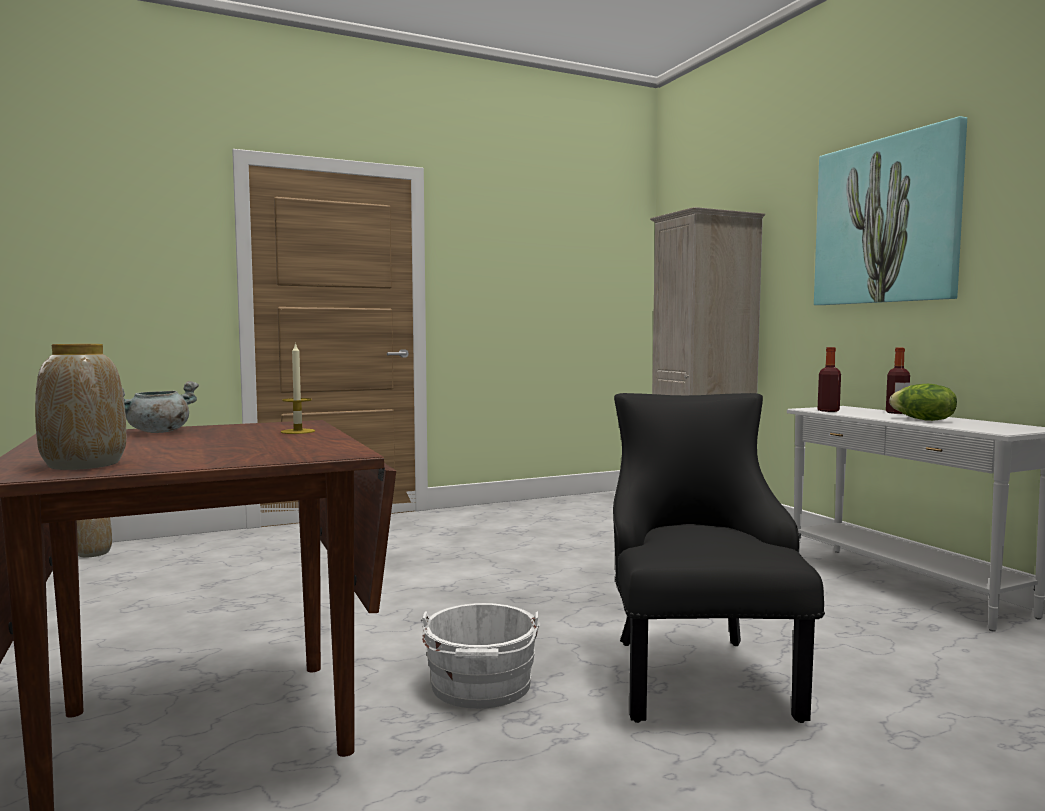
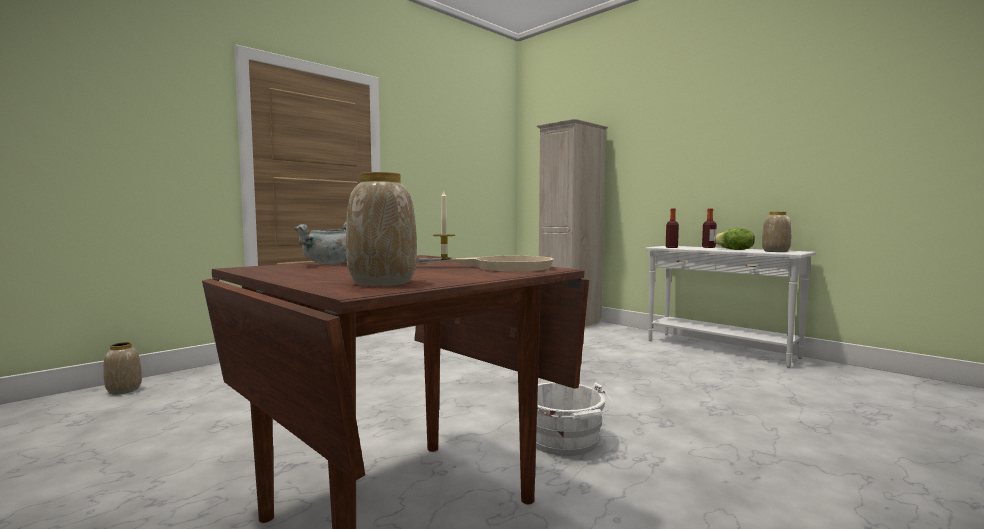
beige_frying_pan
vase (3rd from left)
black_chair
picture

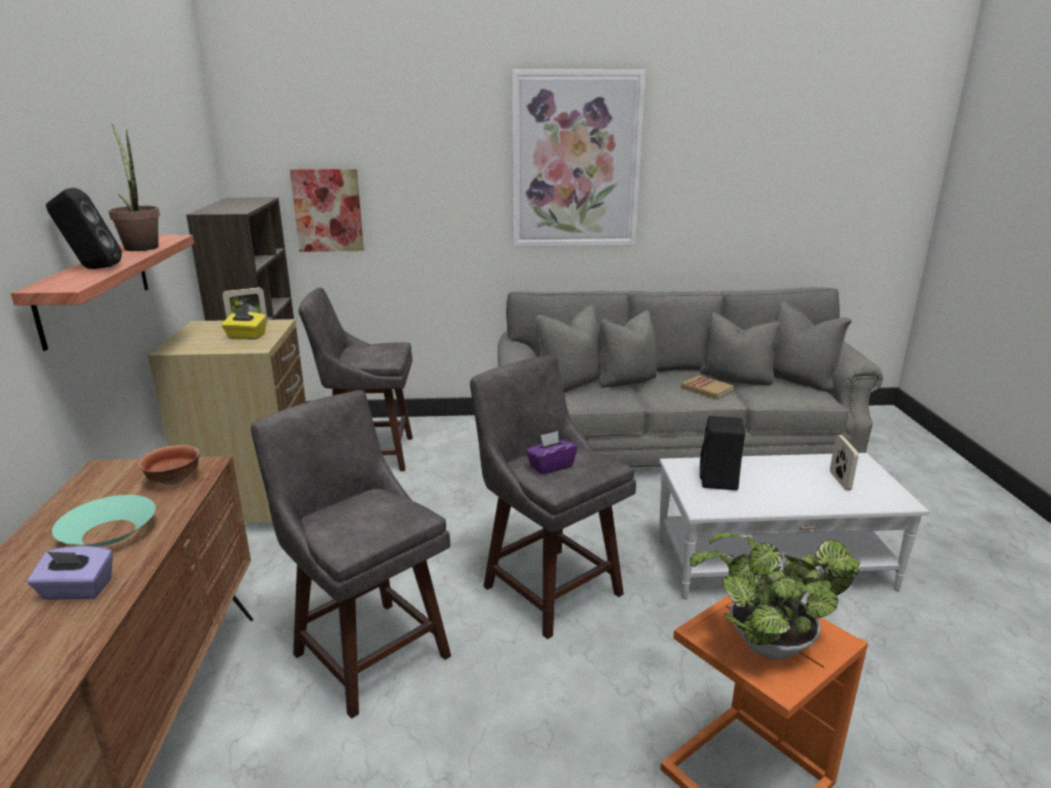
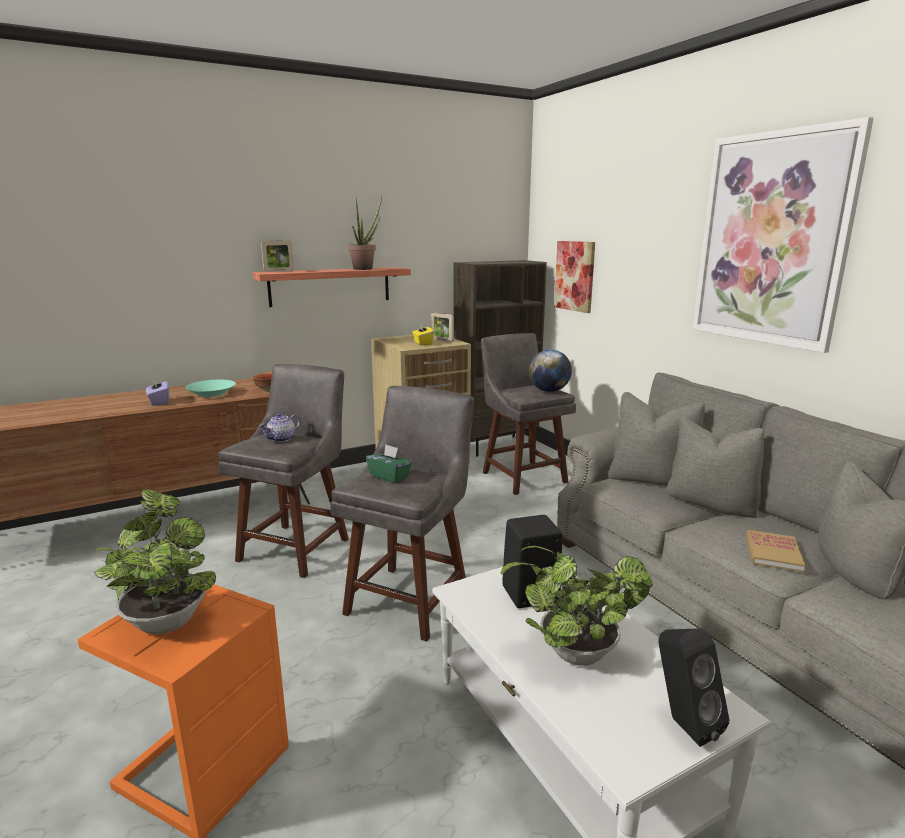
teapot
picture_frame (1st from left)
green_tissue_box
potted_plant (3rd from left)
globe
black_speaker (2nd from left)

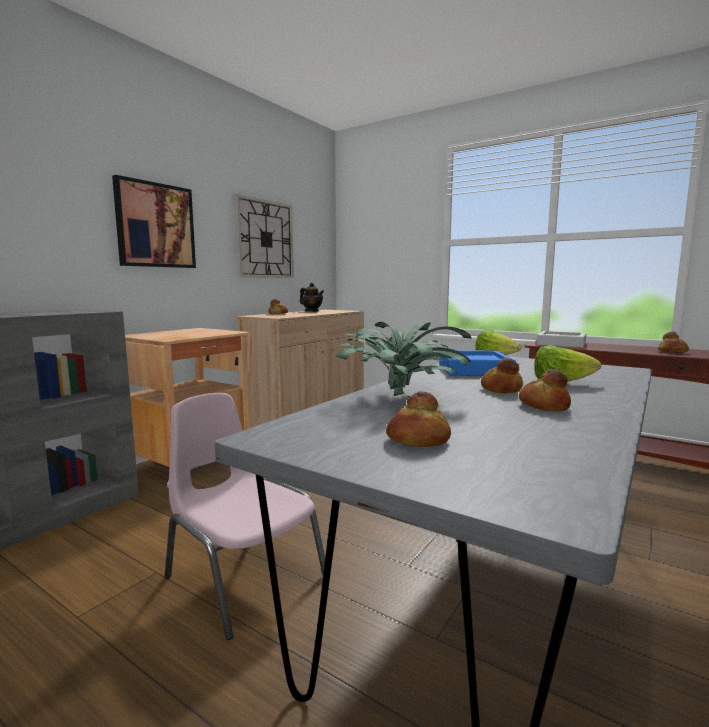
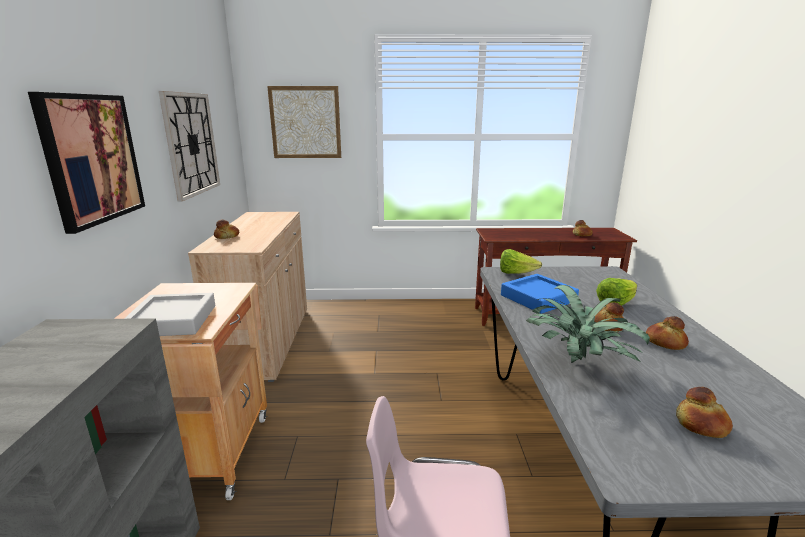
grey_tray
picture (2nd from left)
teapot

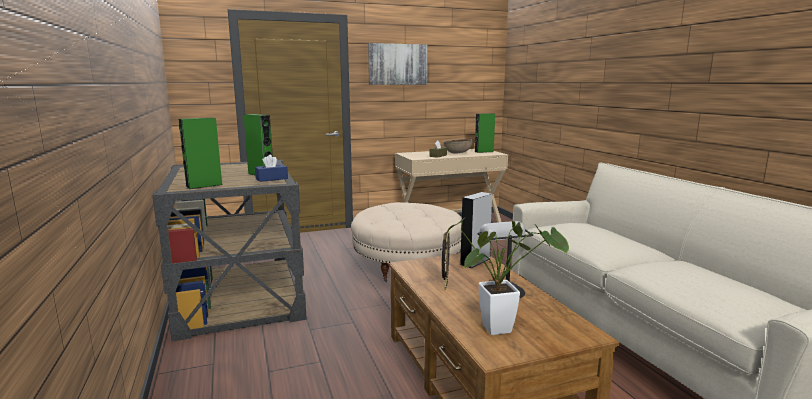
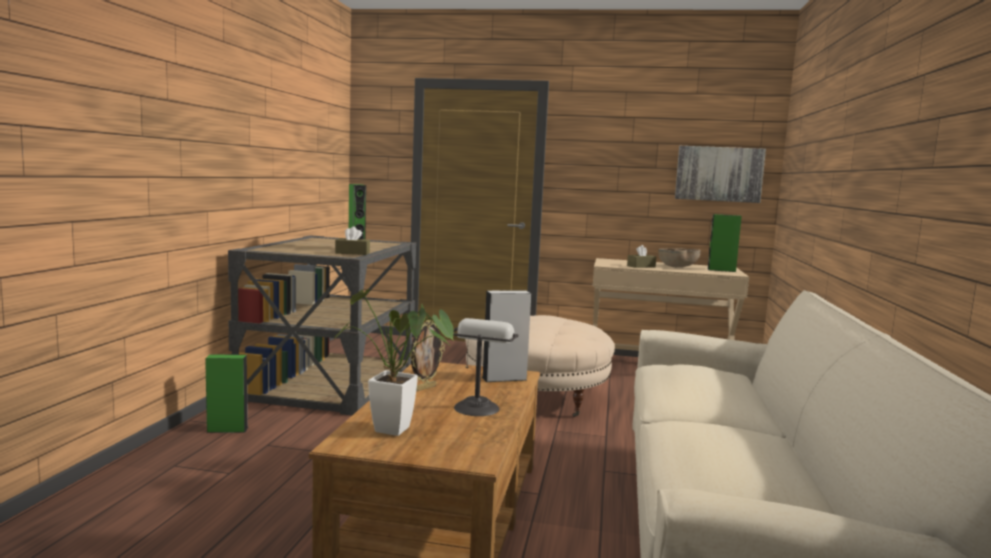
green_speaker (1st from left)
brown_tissue_box (1st from left)
picture

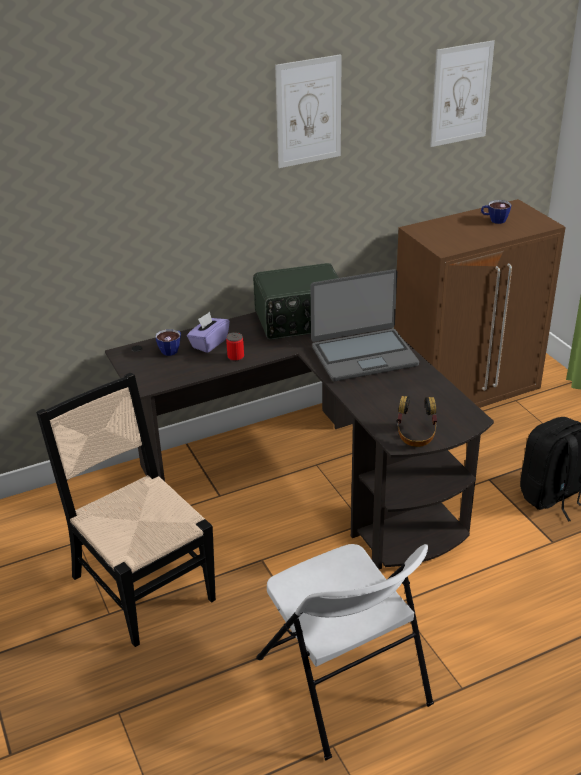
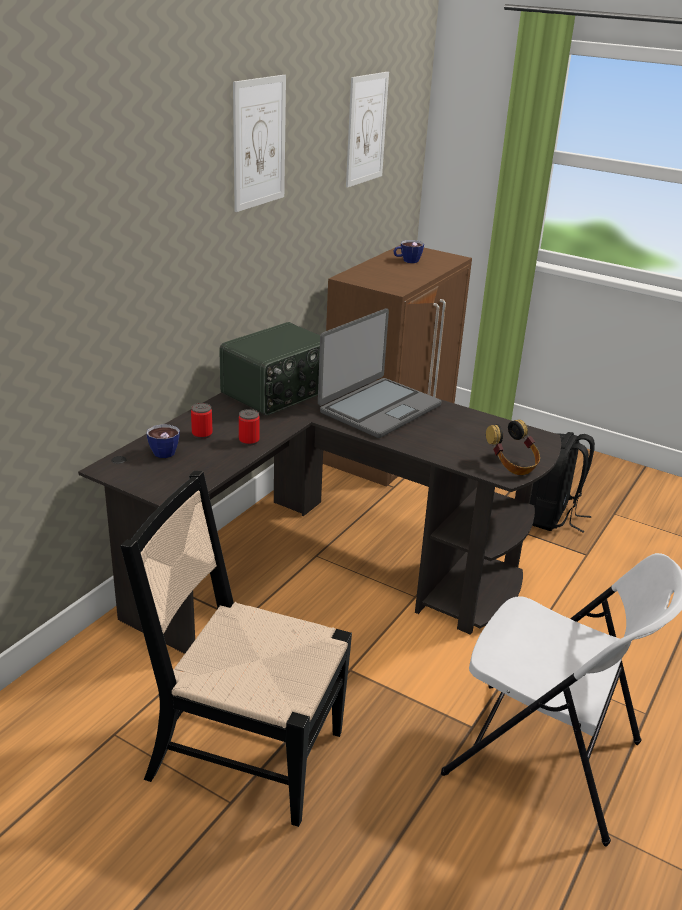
can (1st from left)

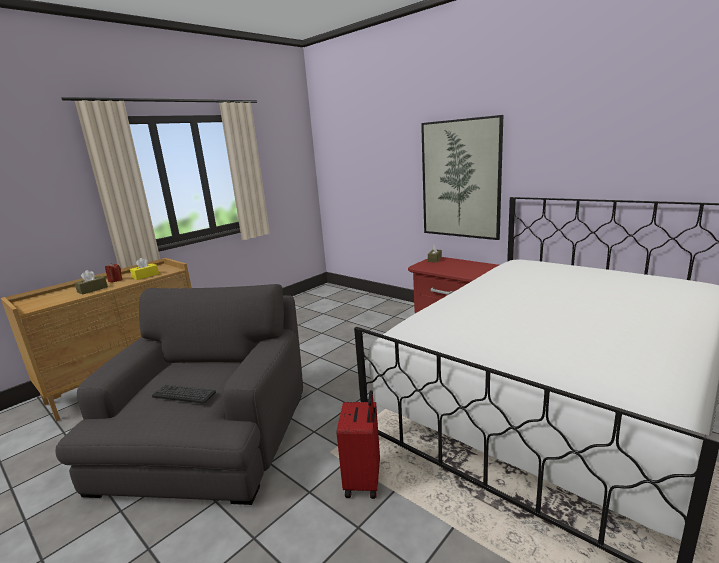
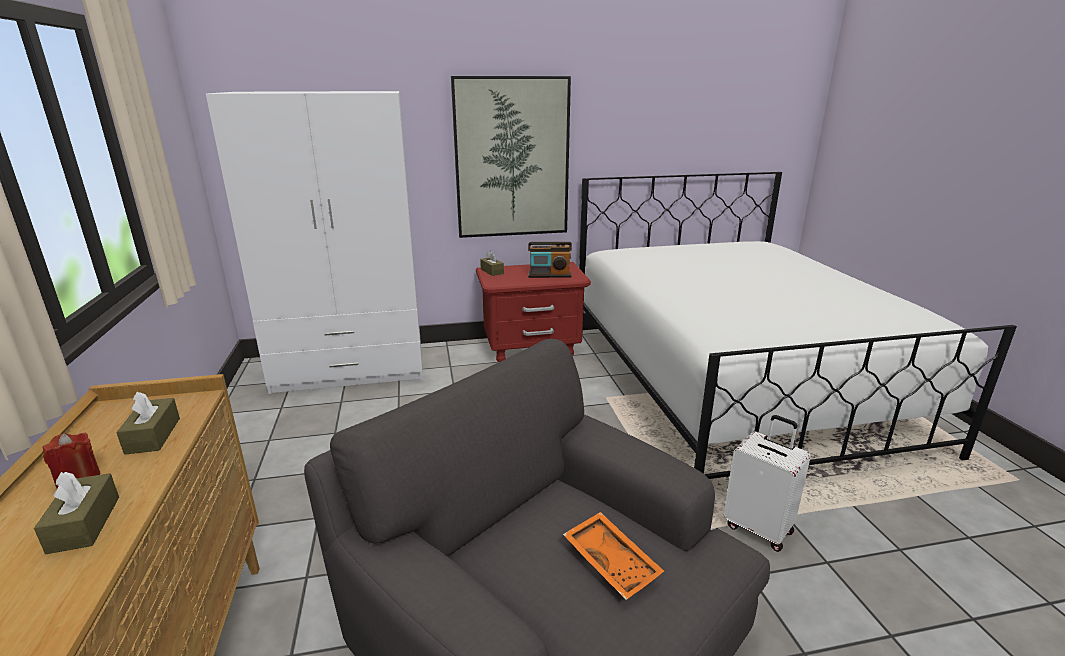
brown_tissue_box (2nd from left)
white_wardrobe
radio
orange_tray
white_suitcase

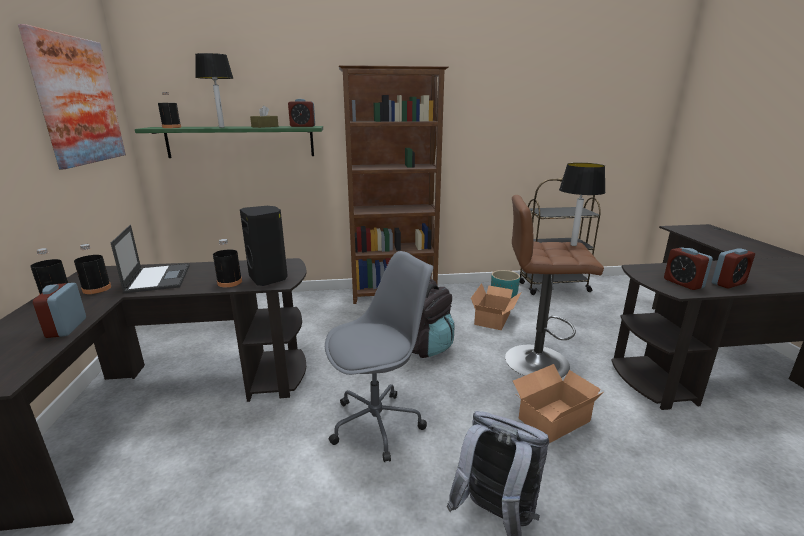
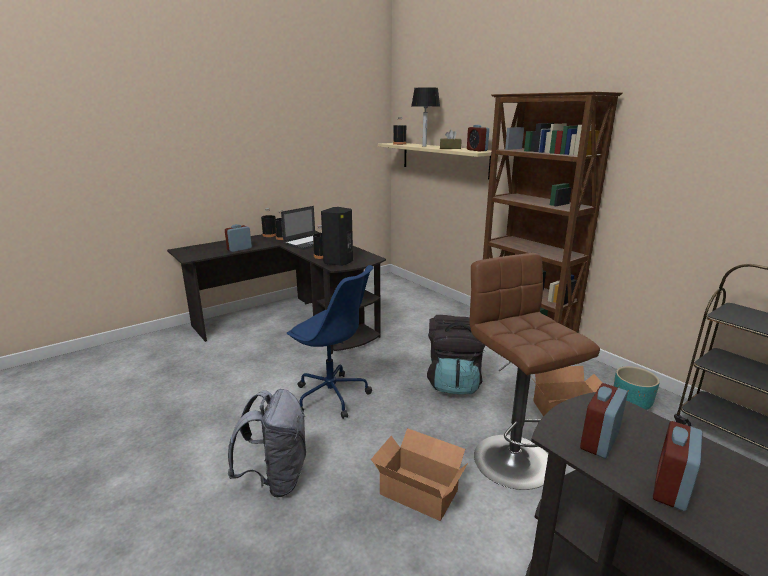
blue_office_chair
beige_shelf
alarm_clock (4th from left)
picture
table_lamp (2nd from left in the first image)

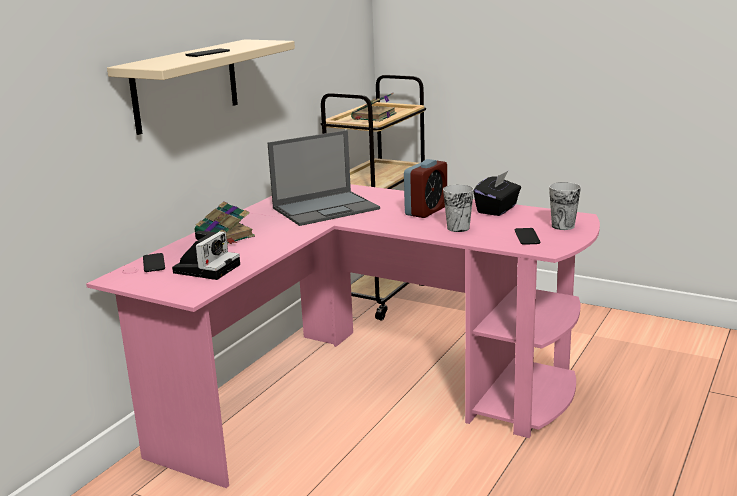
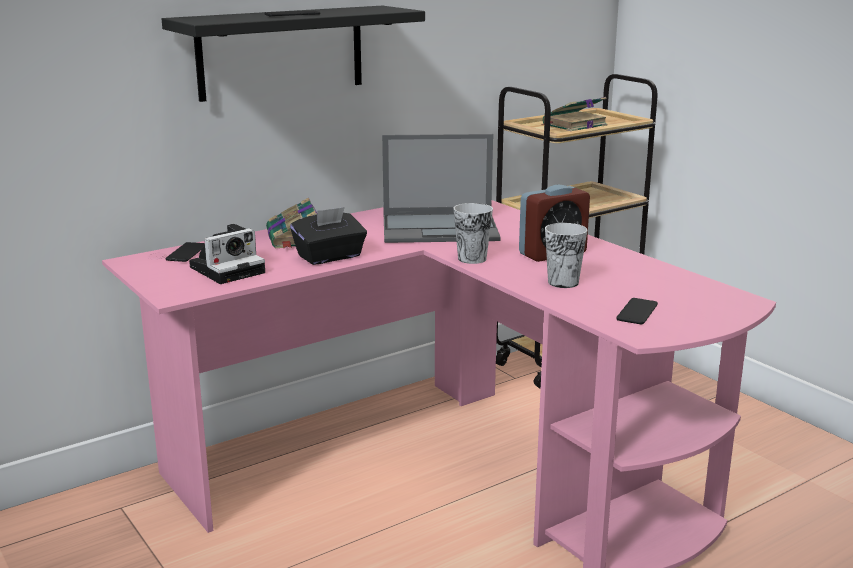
black_shelf
black_tissue_box
cup (1st from left)

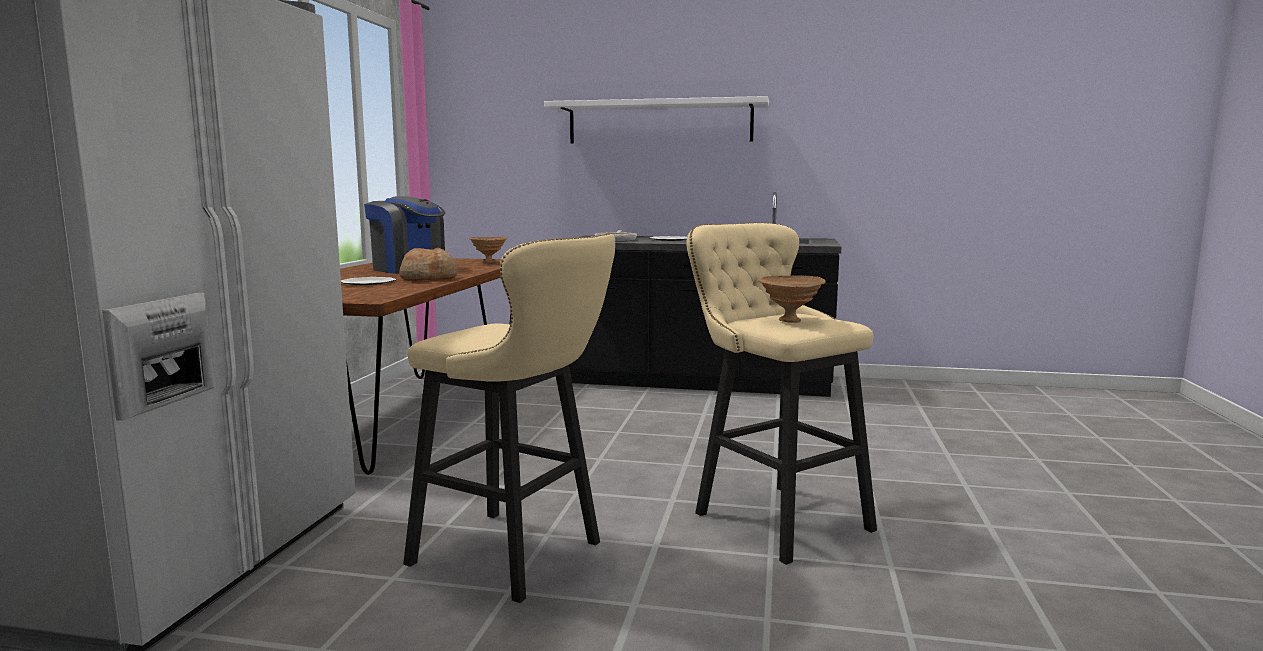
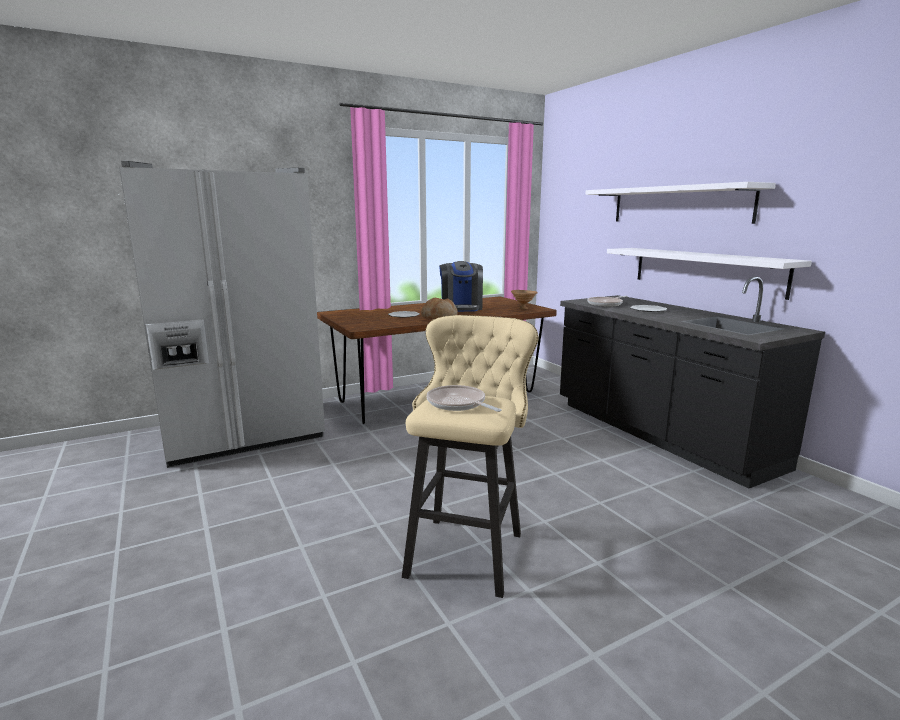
frying_pan (1st from left)
white_shelf (2nd from left)
beige_stool (1st from left in the first image)

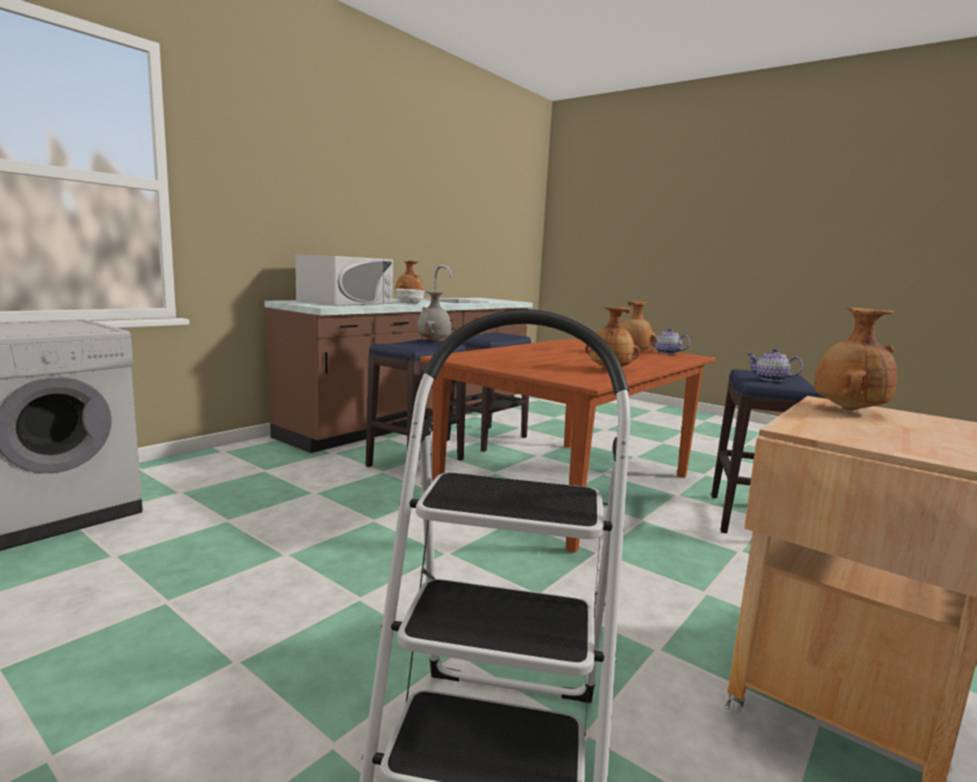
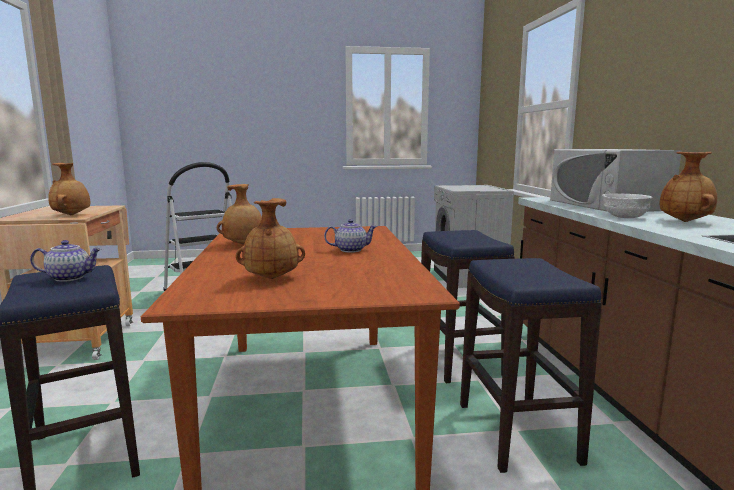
teapot (2nd from left)
grey_vase

